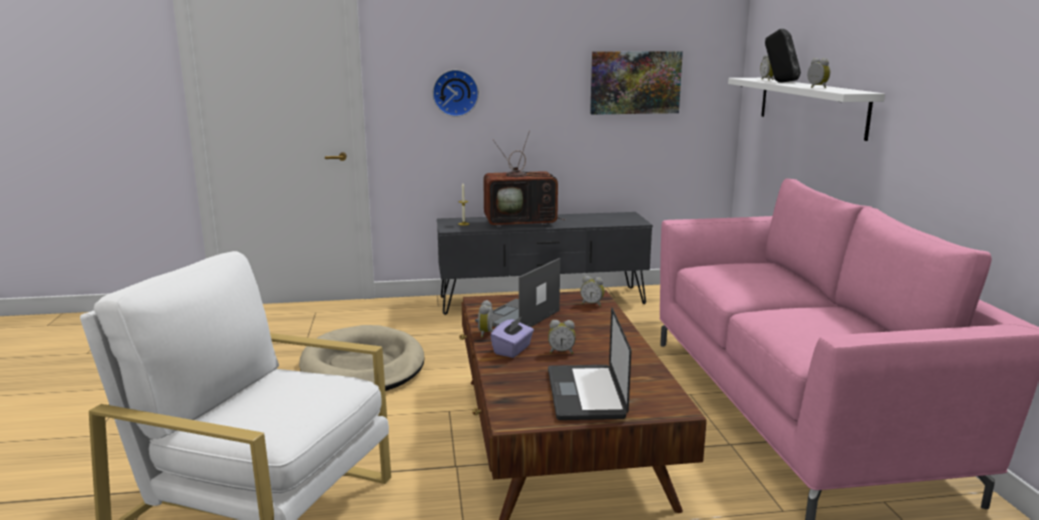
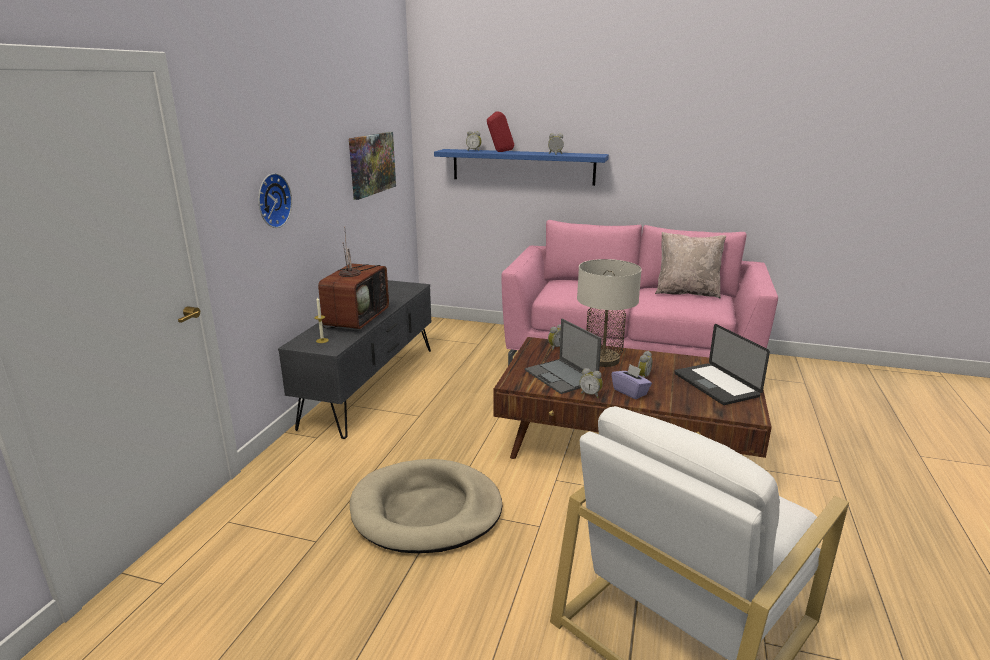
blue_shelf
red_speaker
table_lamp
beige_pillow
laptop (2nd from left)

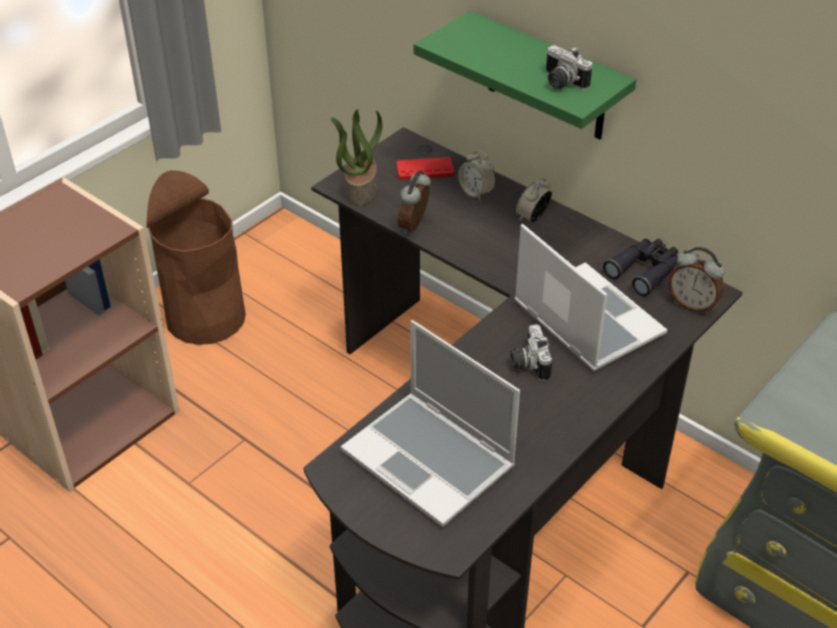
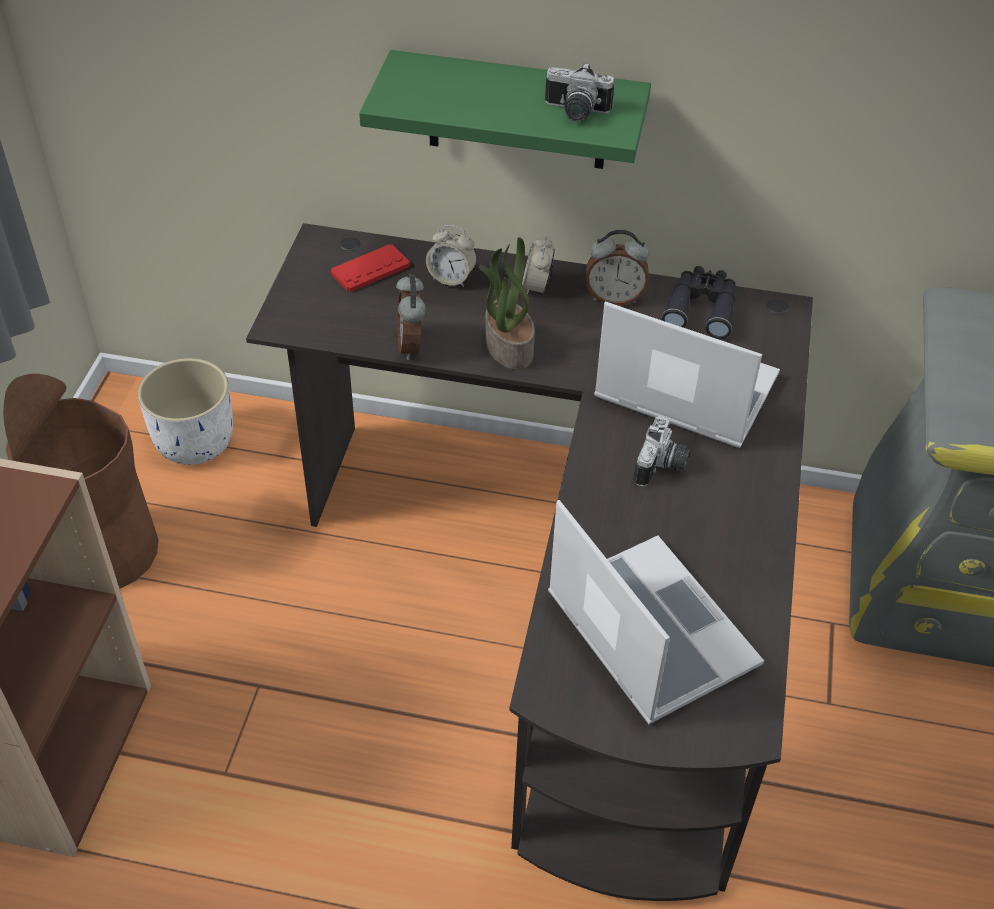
white_planter
potted_plant
laptop (1st from left)
alarm_clock (4th from left)
photo_camera (2nd from left)

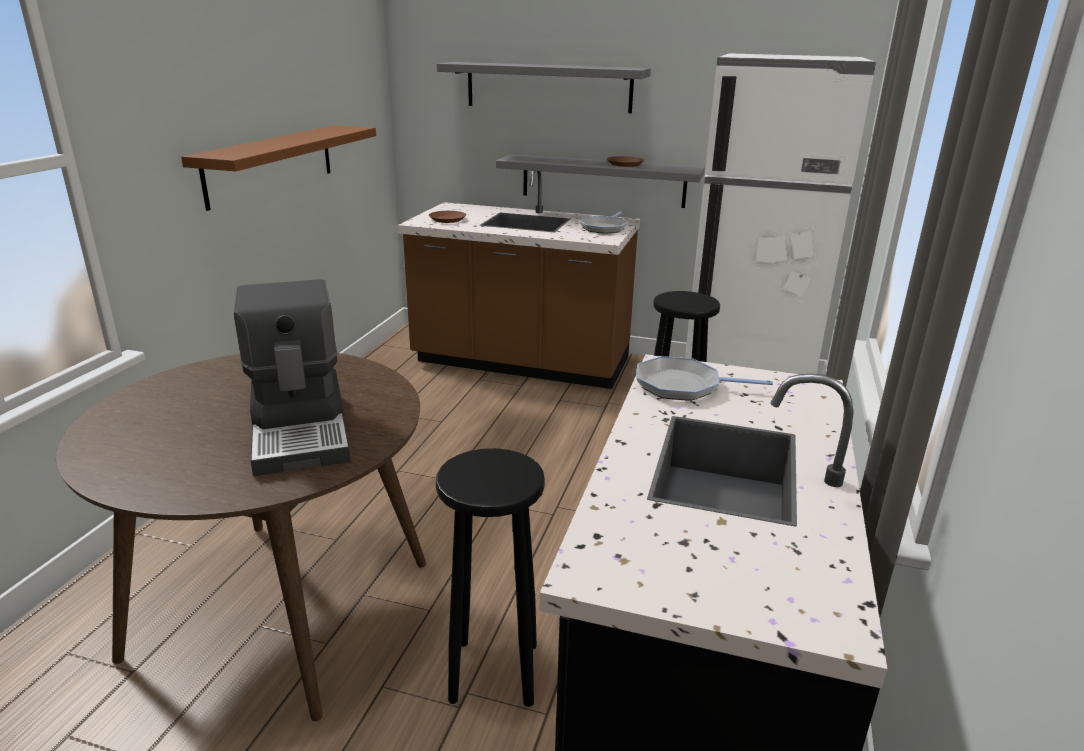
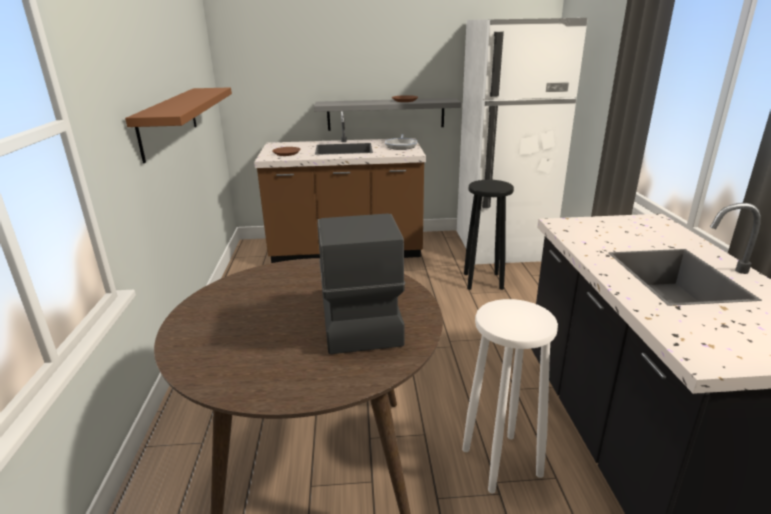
coffee_machine
white_stool
grey_shelf (1st from left in the first image)
frying_pan (2nd from left in the first image)

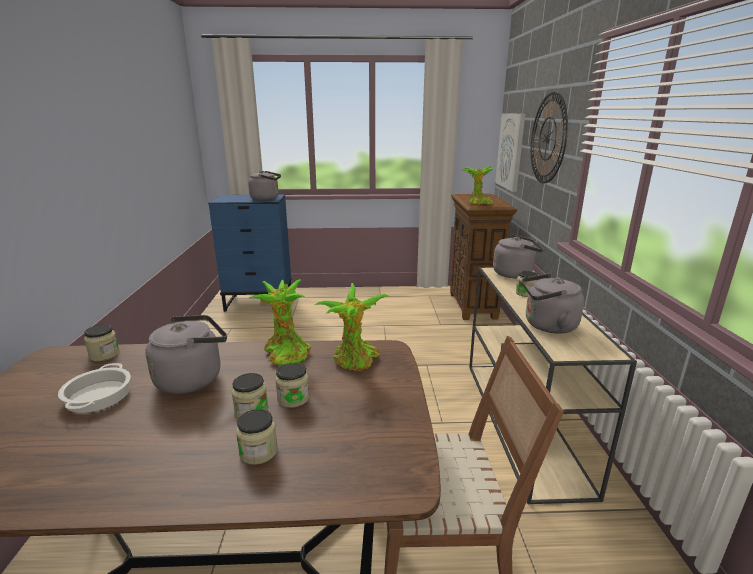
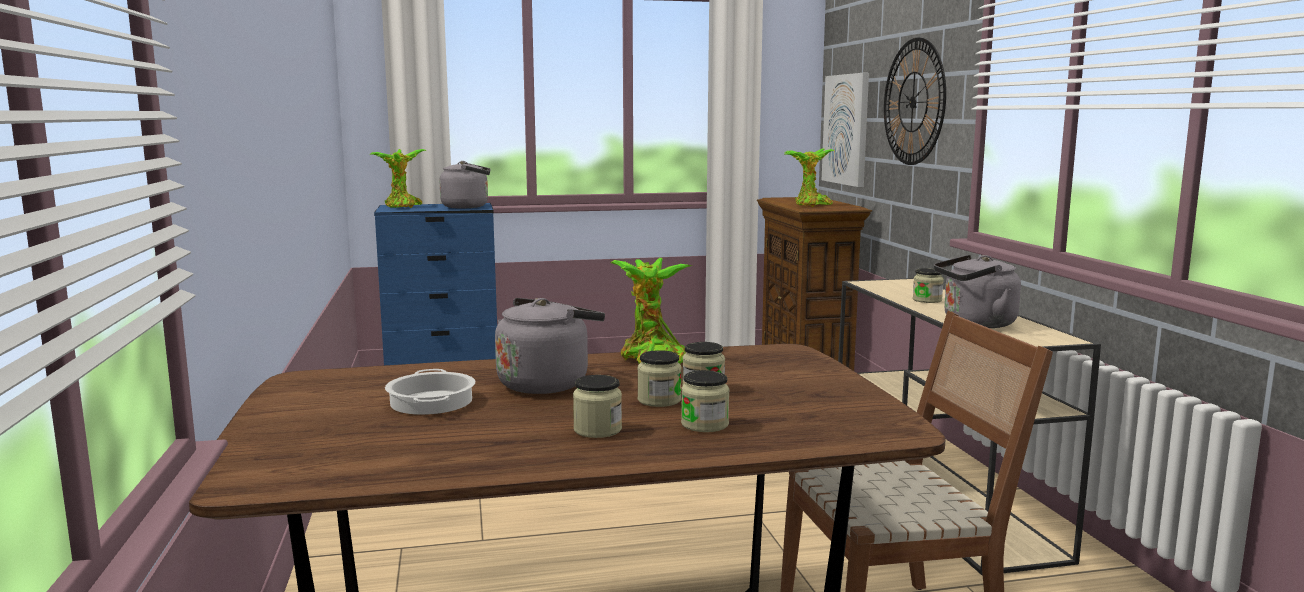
potted_plant (1st from left)
jar (1st from left)
grey_kettle (3rd from left in the first image)

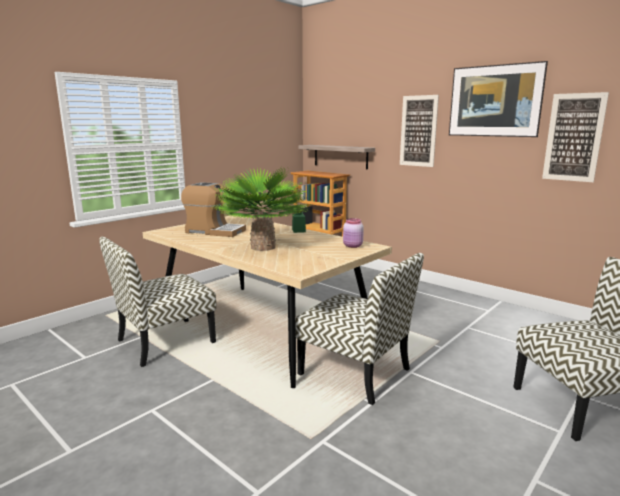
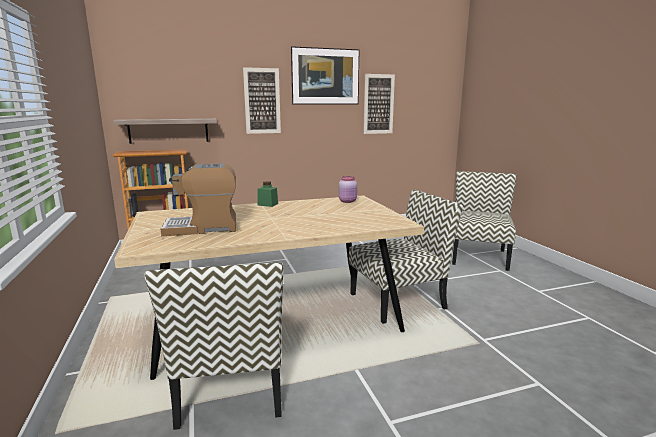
coffee_machine
potted_plant

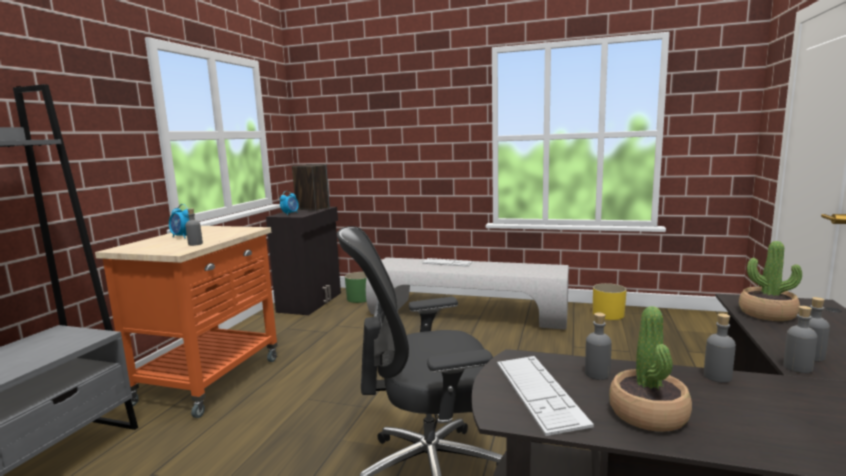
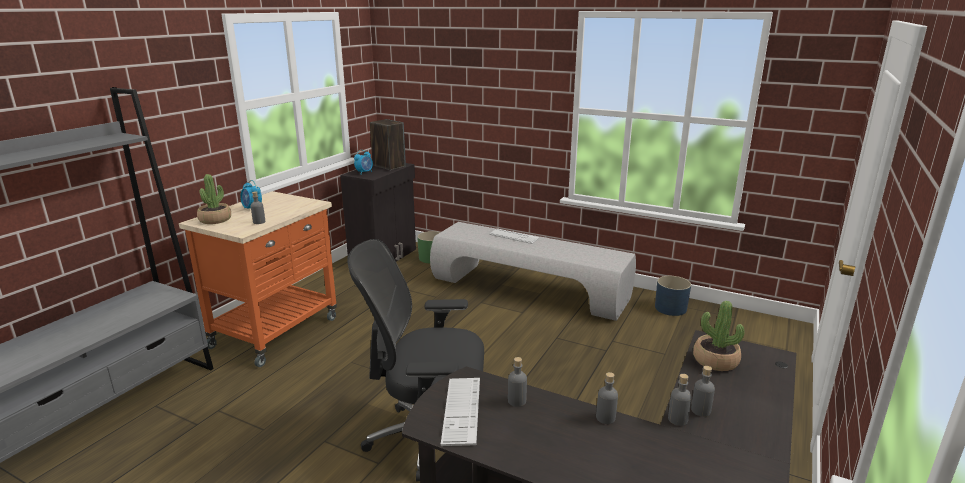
potted_plant (1st from left)
blue_planter

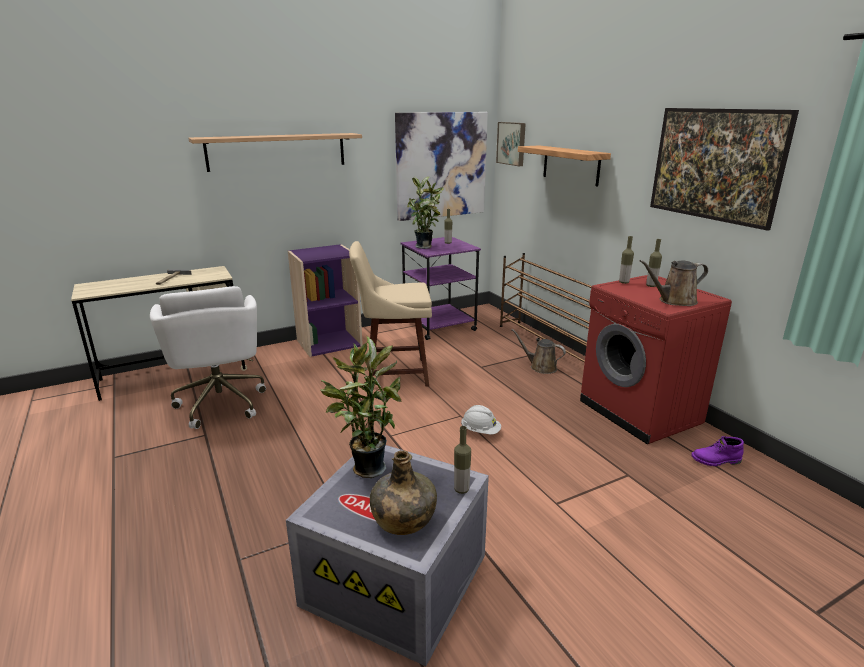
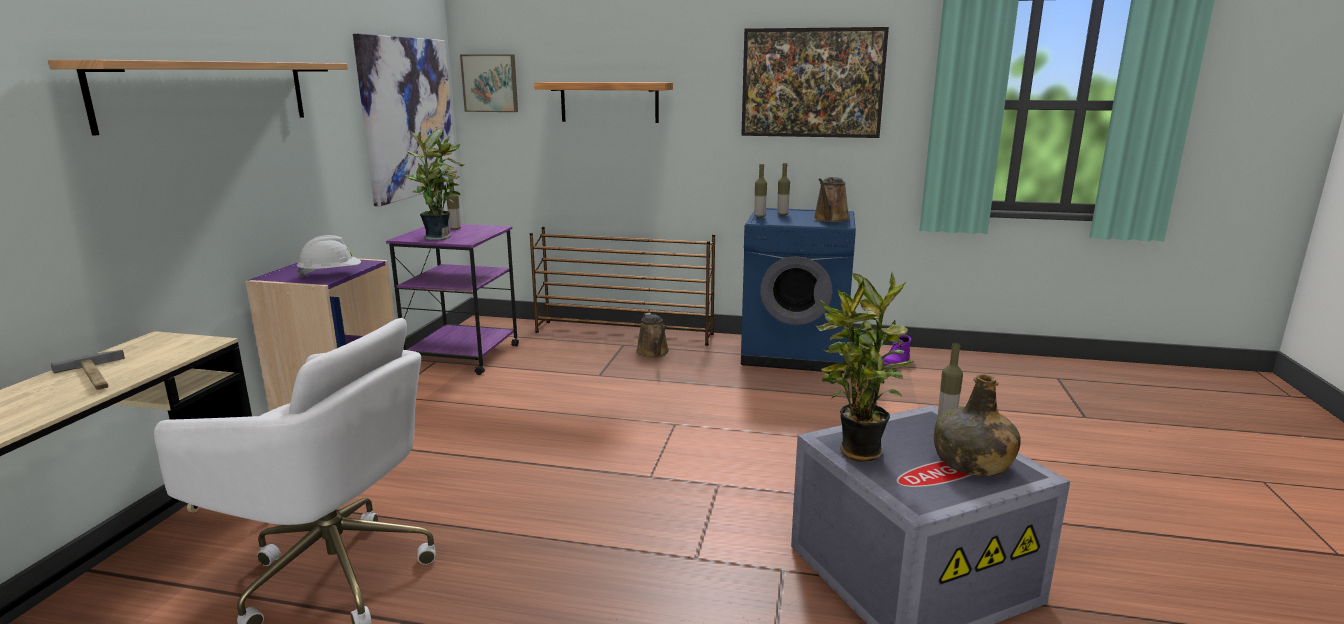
white_hard_hat
brown_watering_can (1st from left)
blue_washing_machine
beige_stool

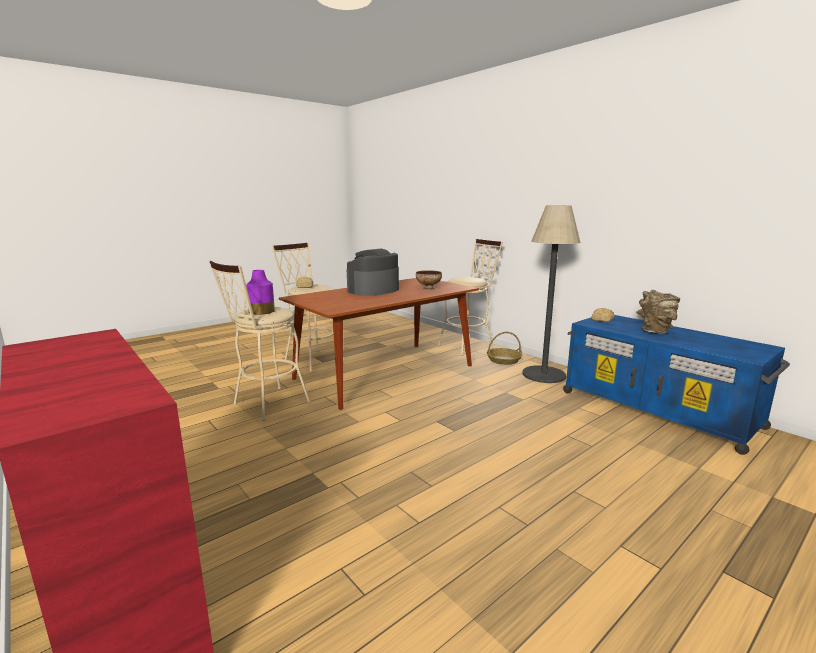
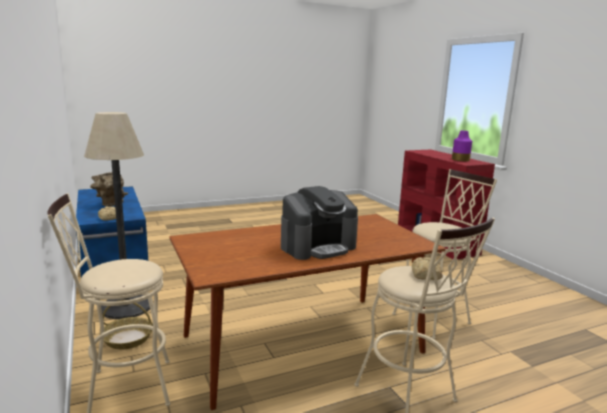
purple_vase
bowl

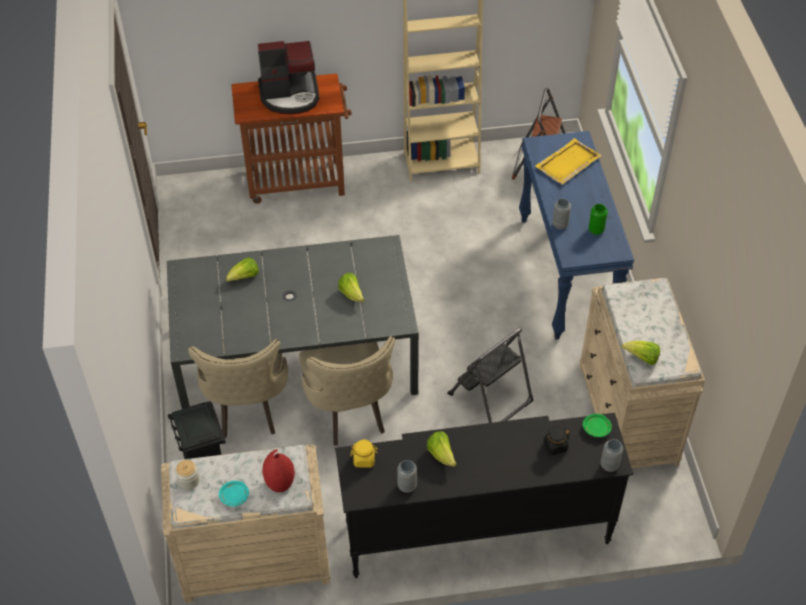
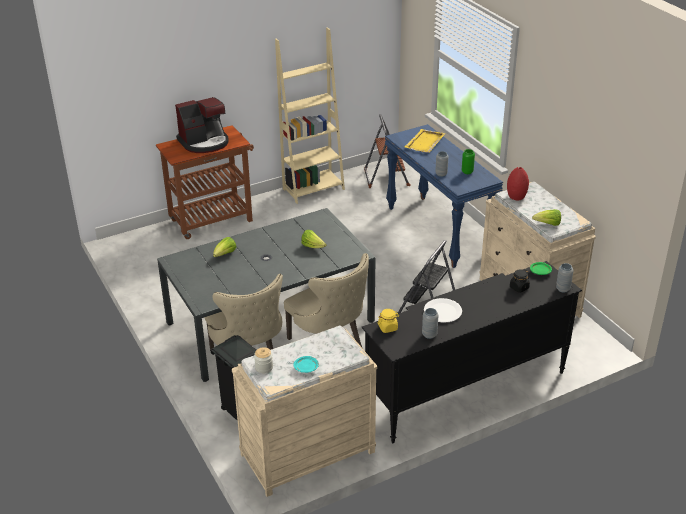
white_plate
red_vase

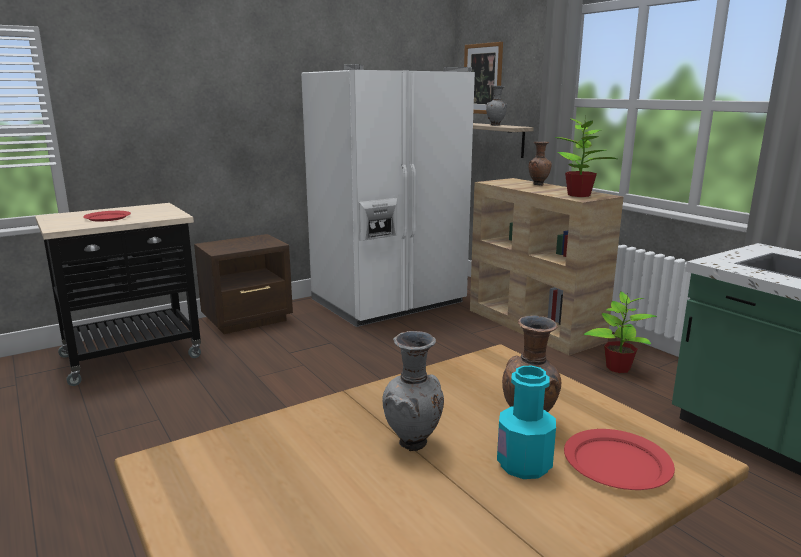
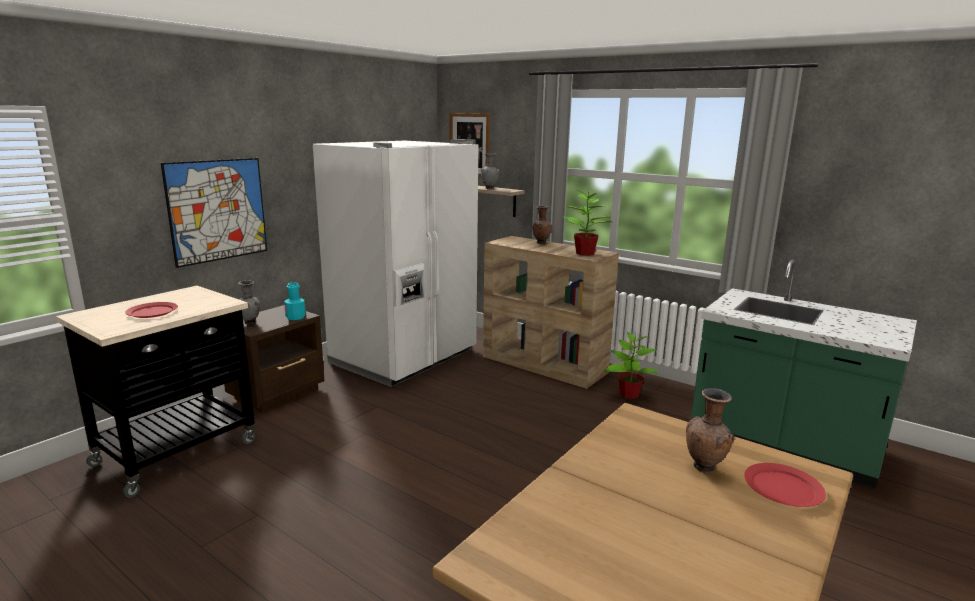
picture (1st from left)
grey_vase (1st from left)
turquoise_bottle

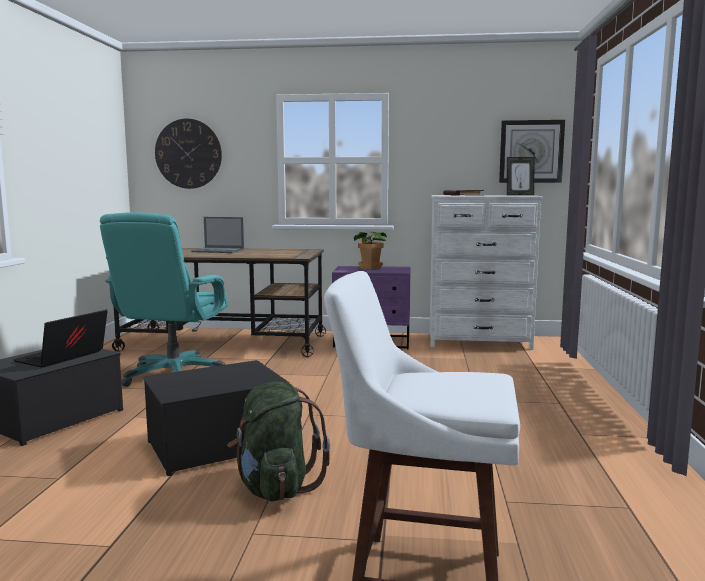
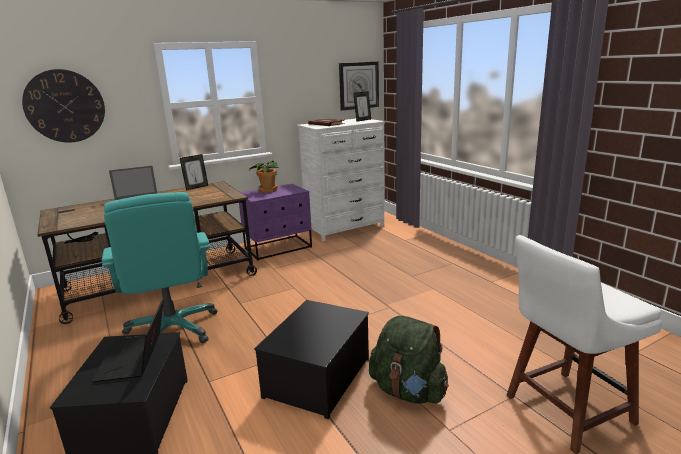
picture_frame (1st from left)

